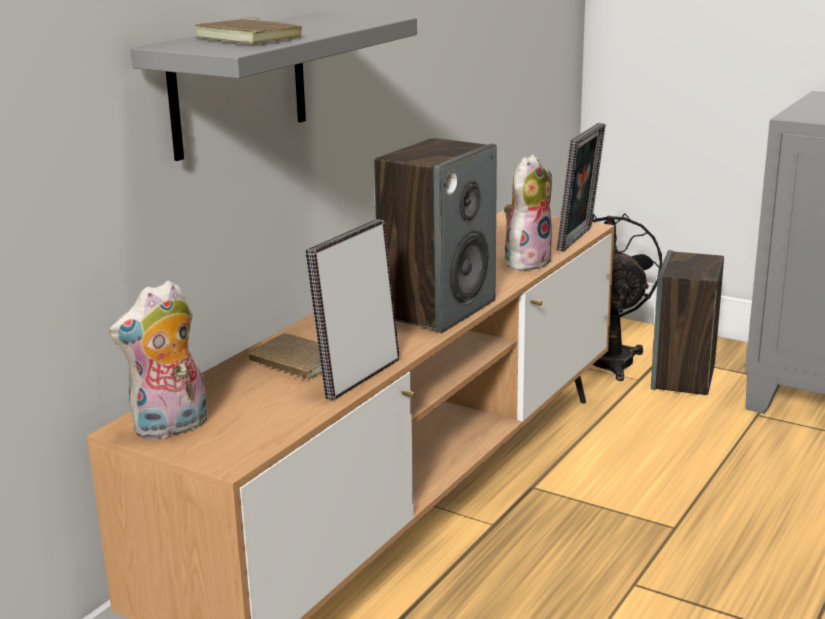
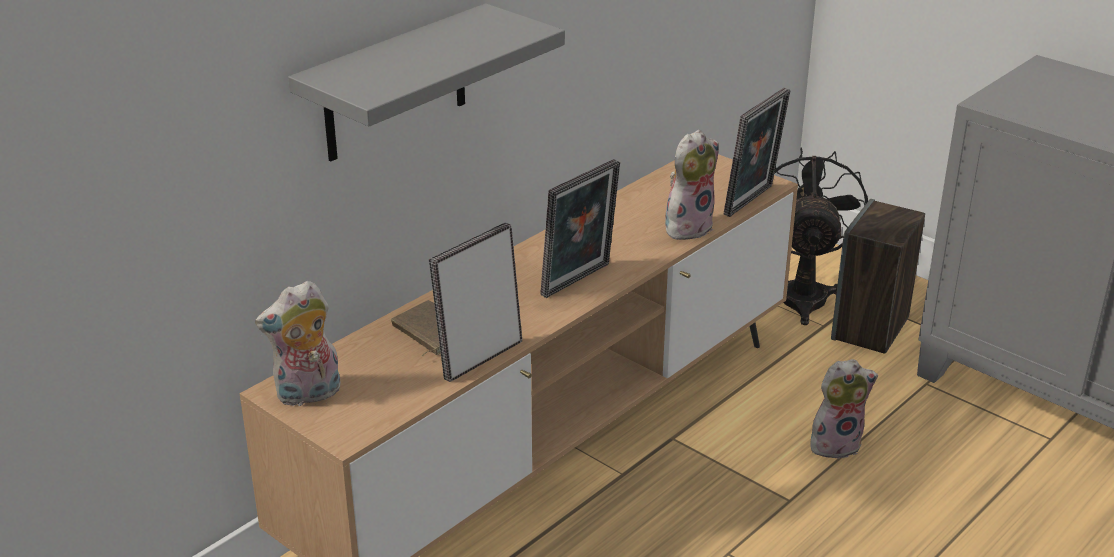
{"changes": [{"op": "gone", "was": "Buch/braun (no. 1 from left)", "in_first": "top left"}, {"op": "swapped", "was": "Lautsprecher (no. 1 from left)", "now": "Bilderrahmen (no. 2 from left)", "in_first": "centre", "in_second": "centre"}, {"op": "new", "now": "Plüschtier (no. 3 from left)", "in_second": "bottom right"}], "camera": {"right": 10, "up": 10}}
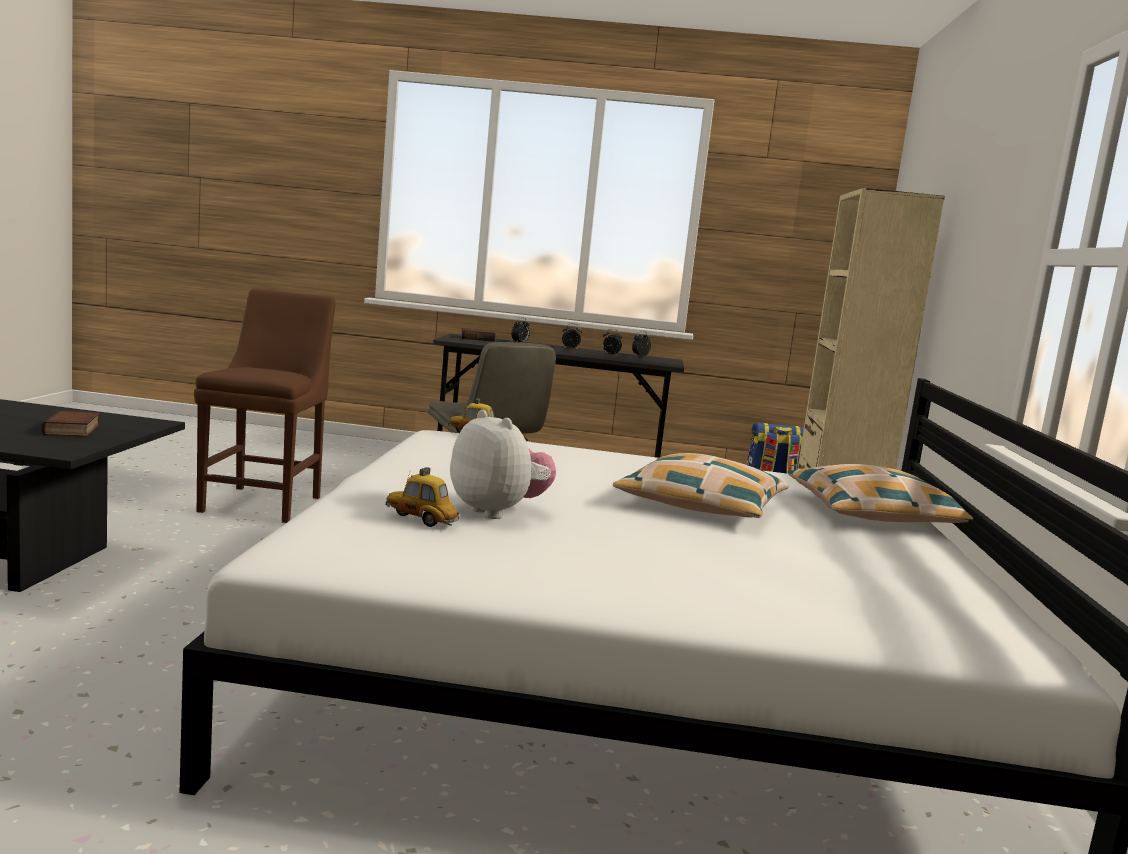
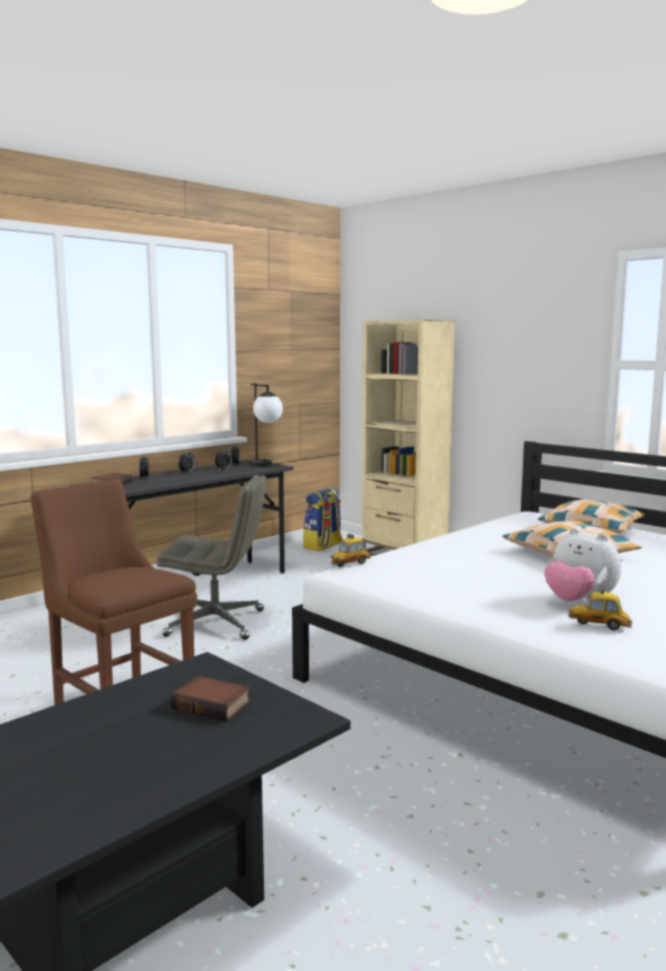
{"changes": [{"op": "rotated", "was": "Plüschtier", "in_first": "centre", "in_second": "middle right", "clockwise": -135}, {"op": "rotated", "was": "Spielzeugauto (no. 1 from left in the first image)", "in_first": "centre", "in_second": "middle right", "clockwise": 45}, {"op": "new", "now": "Tischlampe", "in_second": "centre"}], "camera": {"right": -50, "up": 0}}
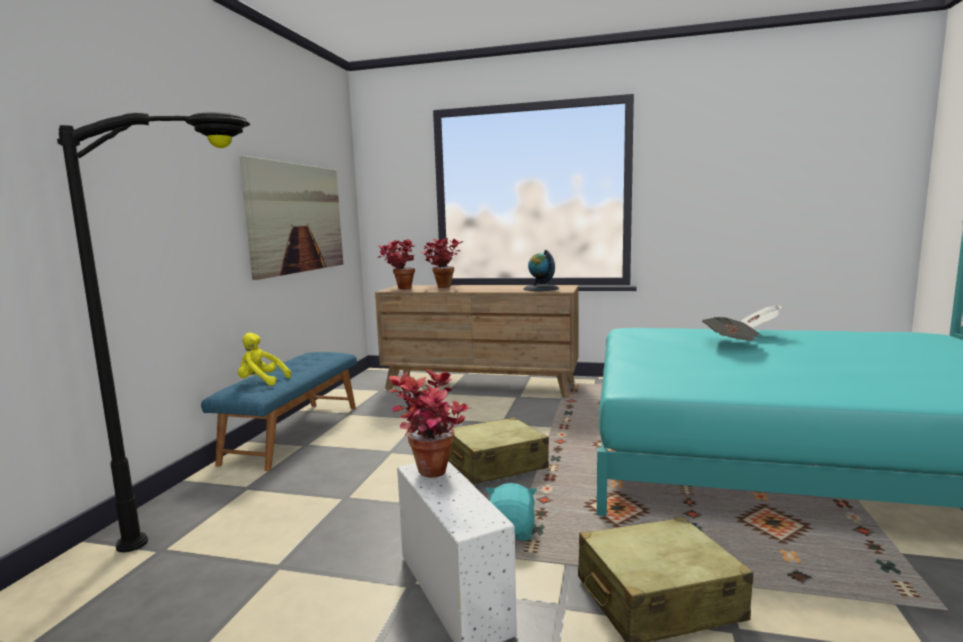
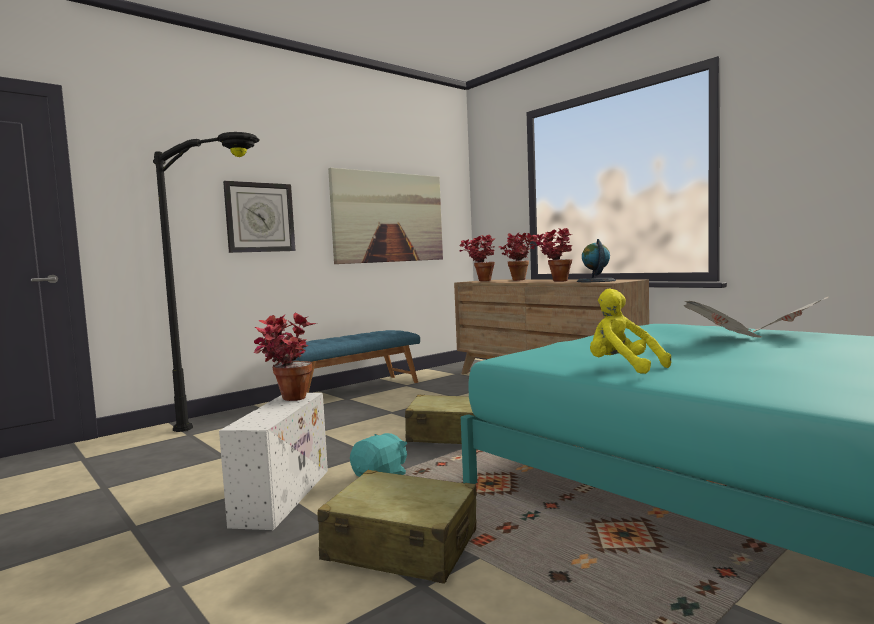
{"changes": [{"op": "shifted", "was": "Plüschtier/gelb", "in_first": "middle left", "in_second": "middle right"}, {"op": "new", "now": "Wanduhr", "in_second": "middle left"}, {"op": "new", "now": "Topfpflanze (no. 4 from left)", "in_second": "centre"}], "camera": {"right": 35, "up": -5}}
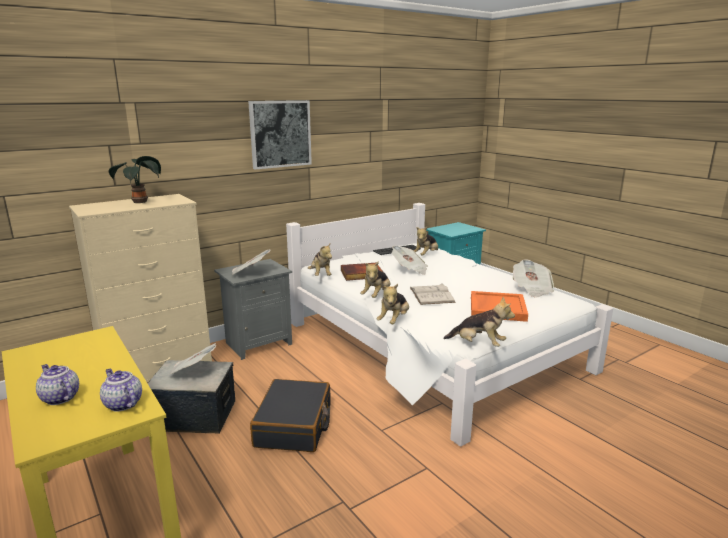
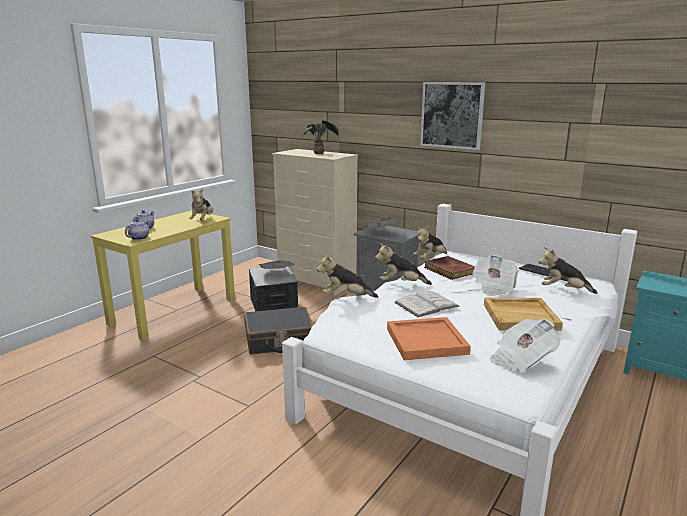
{"changes": [{"op": "shifted", "was": "Plüschtier (no. 5 from left in the first image)", "now": "Plüschtier (no. 1 from left)", "in_first": "centre", "in_second": "middle left"}, {"op": "new", "now": "Tablett/beige", "in_second": "middle right"}], "camera": {"right": 70, "up": 0}}
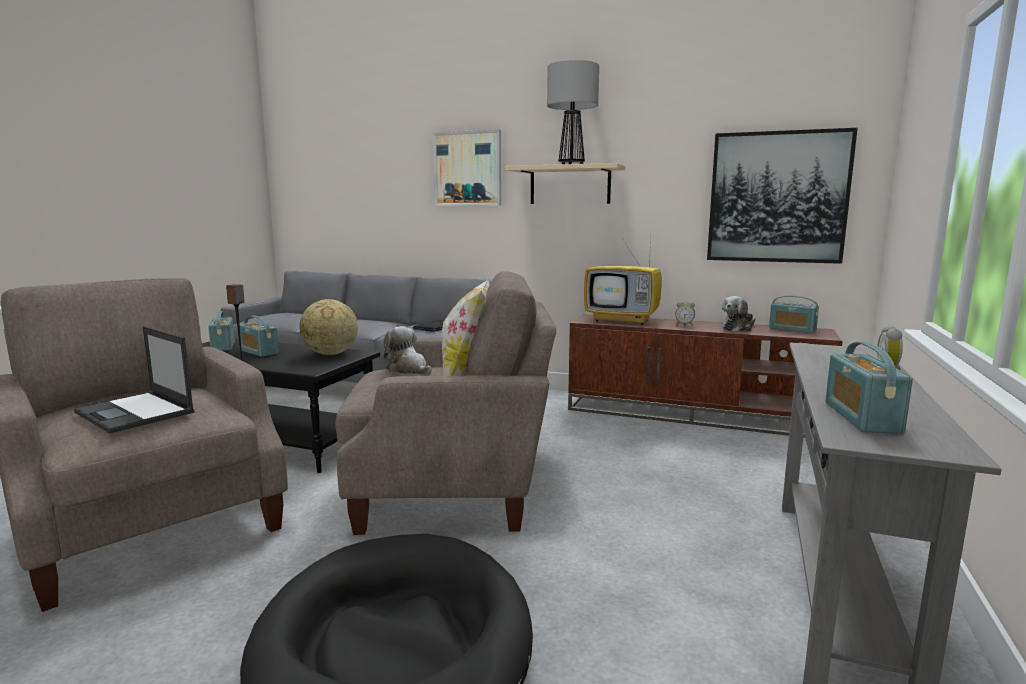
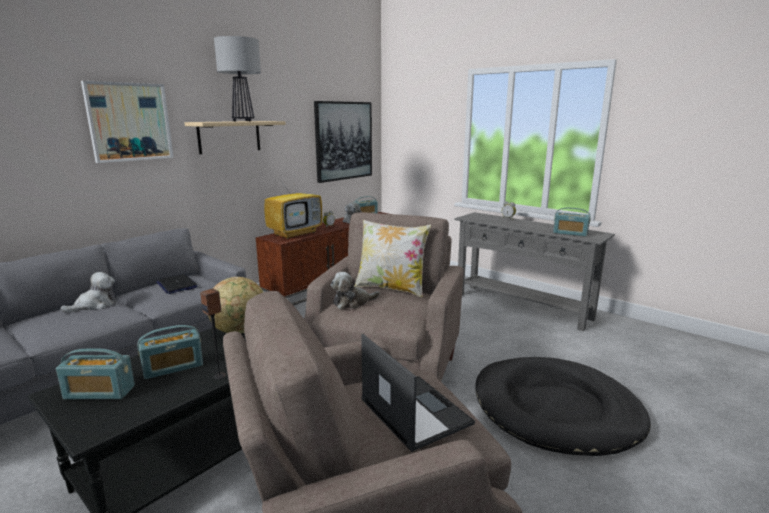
{"changes": [{"op": "rotated", "was": "Laptop (no. 1 from left in the first image)", "in_first": "middle left", "in_second": "bottom centre", "clockwise": -90}, {"op": "new", "now": "Plüschtier (no. 1 from left)", "in_second": "middle left"}], "camera": {"right": -70, "up": 5}}
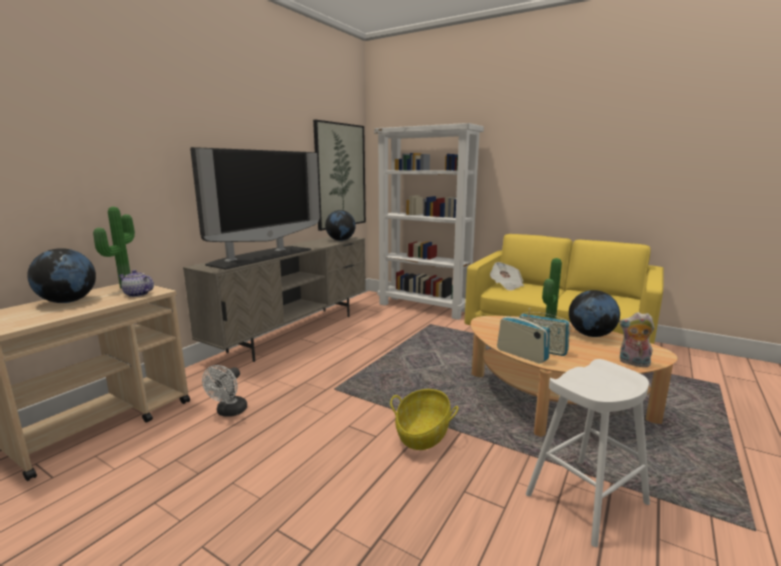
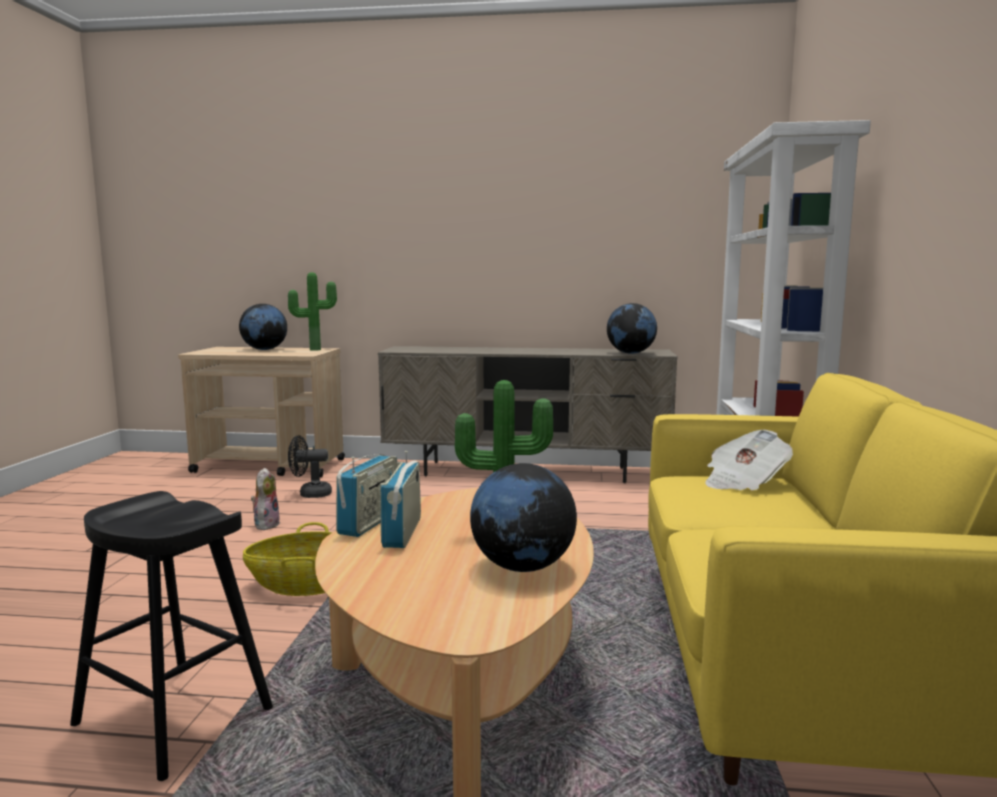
{"changes": [{"op": "gone", "was": "Bild", "in_first": "top centre"}, {"op": "gone", "was": "Fernseher", "in_first": "middle left"}, {"op": "gone", "was": "Teekanne", "in_first": "middle left"}, {"op": "shifted", "was": "Plüschtier", "in_first": "middle right", "in_second": "middle left"}, {"op": "repainted", "was": "Hocker/weiß", "now": "Hocker/schwarz", "in_first": "bottom right", "in_second": "bottom left"}, {"op": "repainted", "was": "Ventilator/weiß", "now": "Ventilator/schwarz", "in_first": "bottom left", "in_second": "middle left"}], "camera": {"right": 65, "up": -5}}
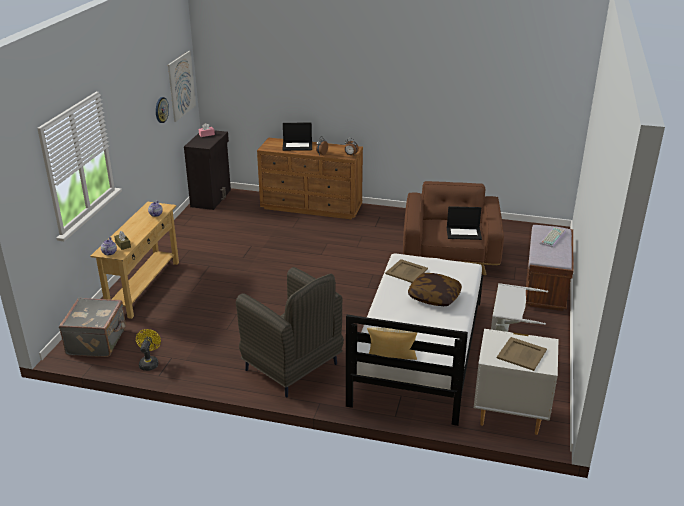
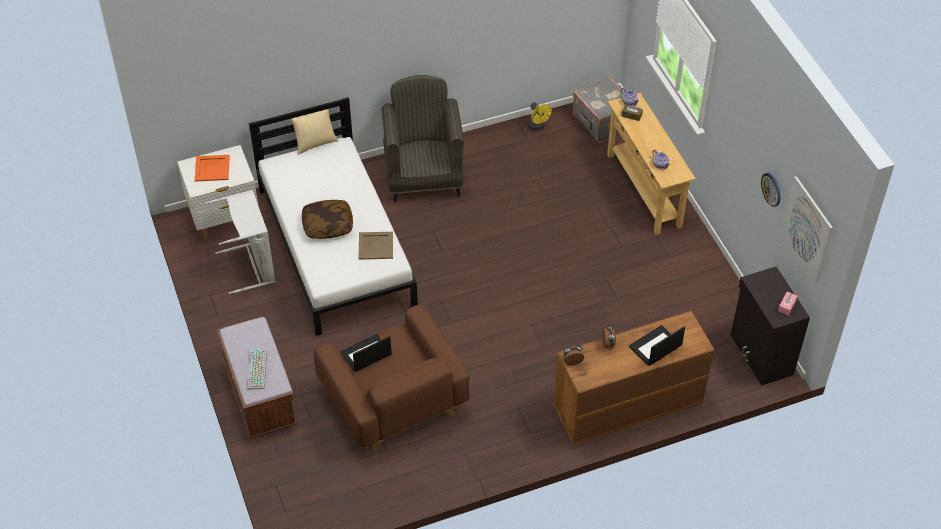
{"changes": [{"op": "rotated", "was": "Sessel/grau", "in_first": "centre", "in_second": "top centre", "clockwise": 75}, {"op": "repainted", "was": "Tablett/beige (no. 2 from left)", "now": "Tablett/orange", "in_first": "bottom right", "in_second": "top left"}], "camera": {"right": 145, "up": 20}}
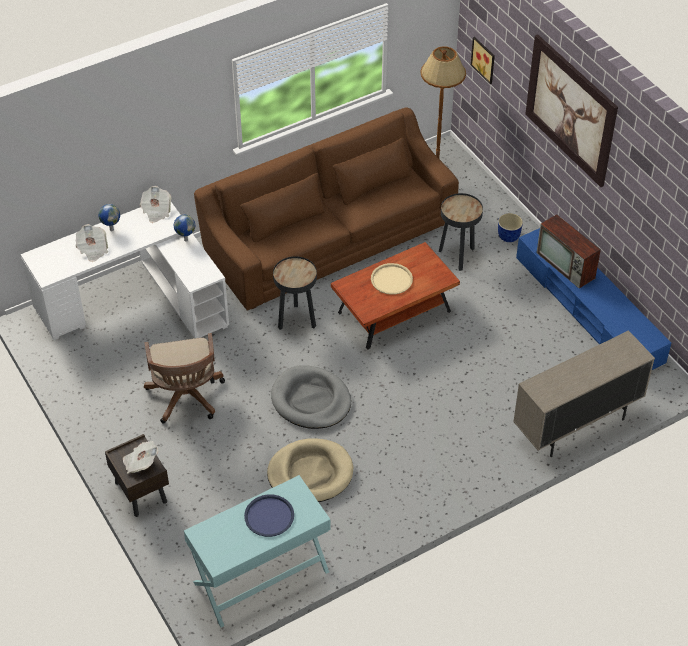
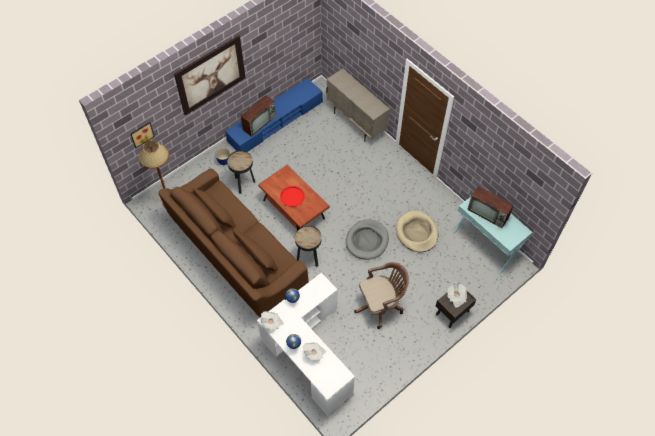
{"changes": [{"op": "repainted", "was": "Tablett/beige", "now": "Tablett/rot", "in_first": "centre", "in_second": "centre"}, {"op": "swapped", "was": "Tablett/blau", "now": "Fernseher (no. 2 from left)", "in_first": "bottom centre", "in_second": "middle right"}], "camera": {"right": -100, "up": 10}}
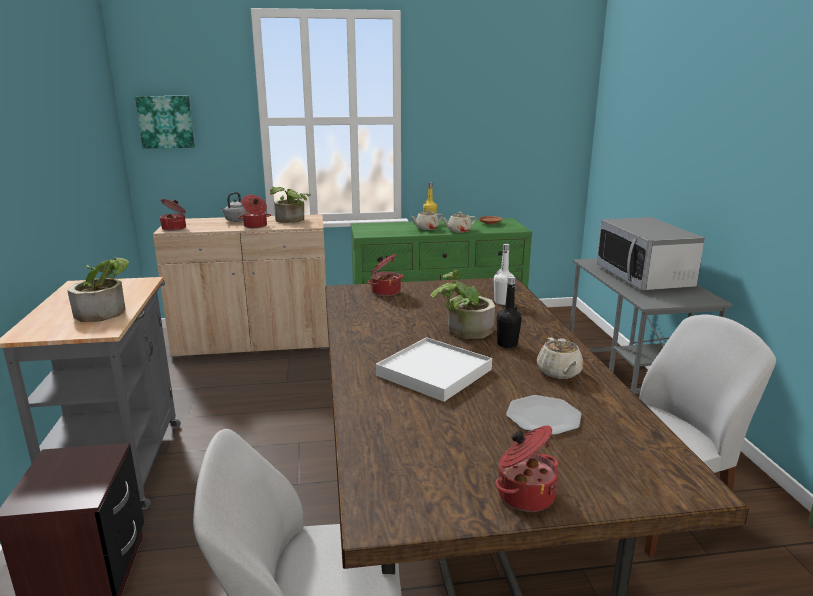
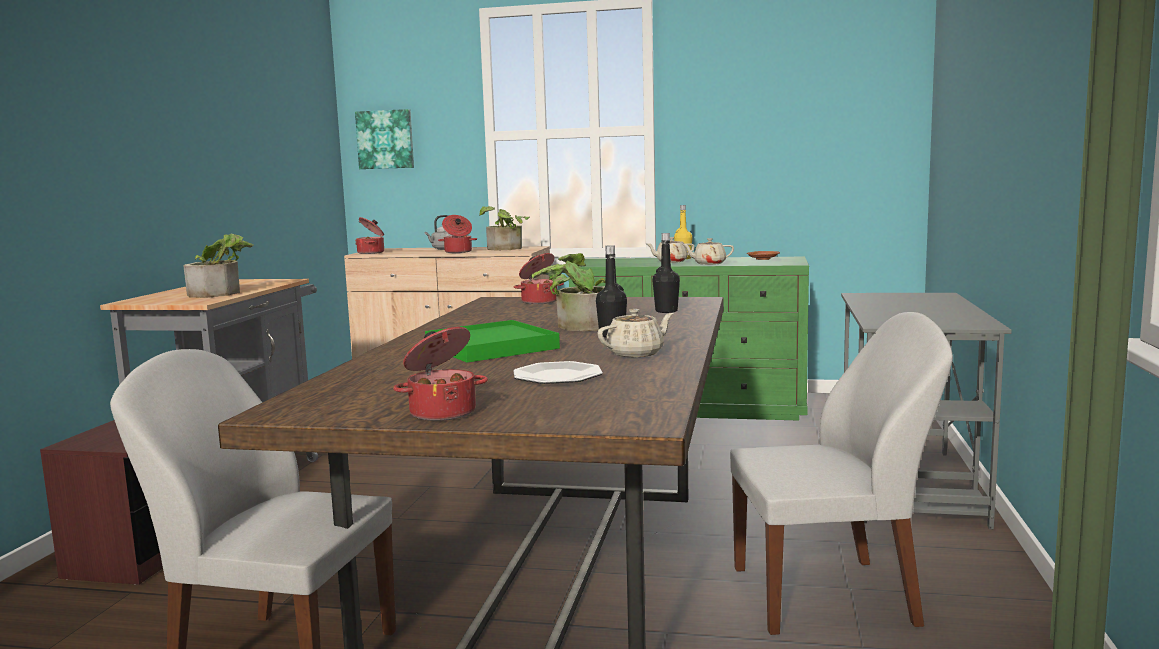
{"changes": [{"op": "gone", "was": "Mikrowelle", "in_first": "middle right"}, {"op": "repainted", "was": "Flasche/weiß", "now": "Flasche/schwarz (no. 2 from left)", "in_first": "centre", "in_second": "centre"}, {"op": "repainted", "was": "Tablett/weiß", "now": "Tablett/grün", "in_first": "centre", "in_second": "centre"}, {"op": "rotated", "was": "Teekanne/beige (no. 3 from left in the first image)", "in_first": "middle right", "in_second": "centre", "clockwise": -135}], "camera": {"right": 20, "up": -10}}
